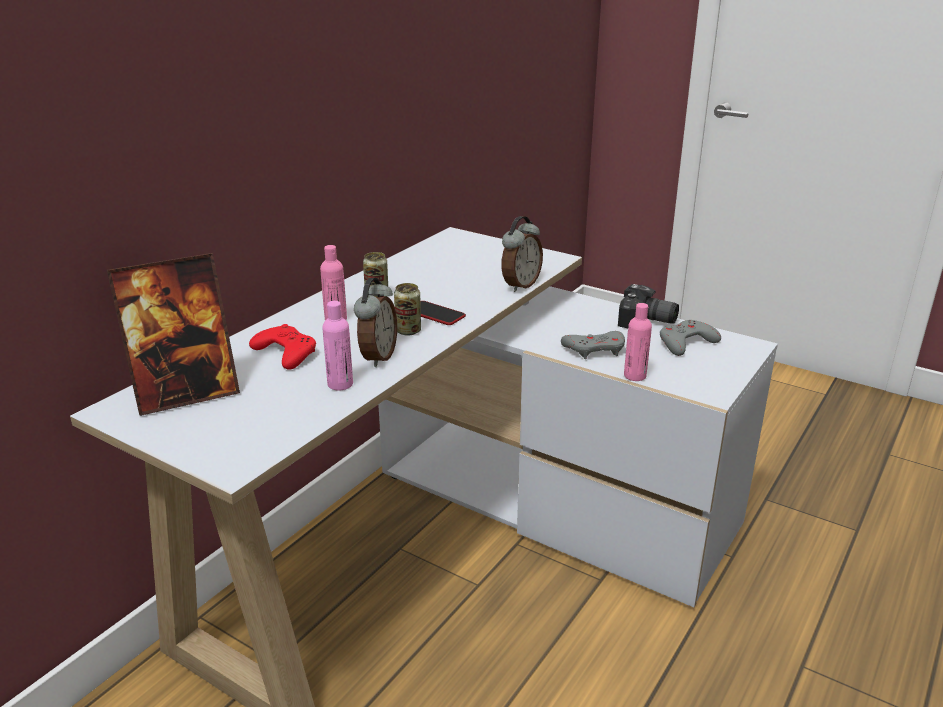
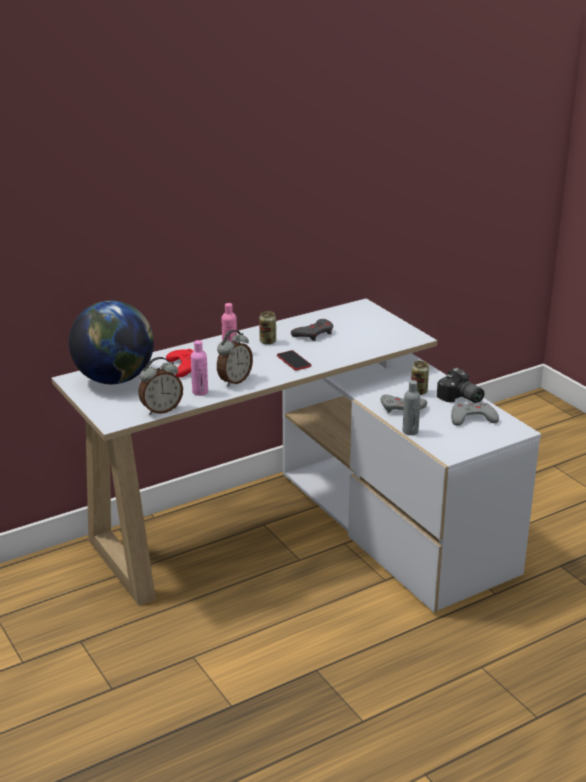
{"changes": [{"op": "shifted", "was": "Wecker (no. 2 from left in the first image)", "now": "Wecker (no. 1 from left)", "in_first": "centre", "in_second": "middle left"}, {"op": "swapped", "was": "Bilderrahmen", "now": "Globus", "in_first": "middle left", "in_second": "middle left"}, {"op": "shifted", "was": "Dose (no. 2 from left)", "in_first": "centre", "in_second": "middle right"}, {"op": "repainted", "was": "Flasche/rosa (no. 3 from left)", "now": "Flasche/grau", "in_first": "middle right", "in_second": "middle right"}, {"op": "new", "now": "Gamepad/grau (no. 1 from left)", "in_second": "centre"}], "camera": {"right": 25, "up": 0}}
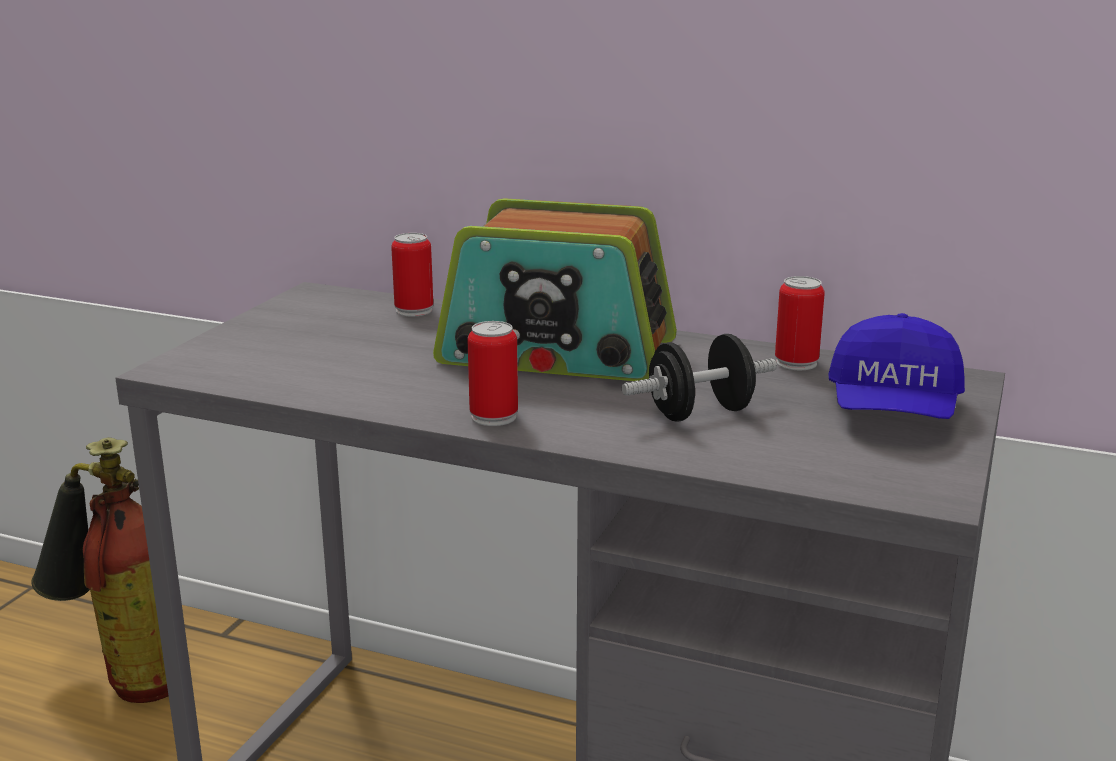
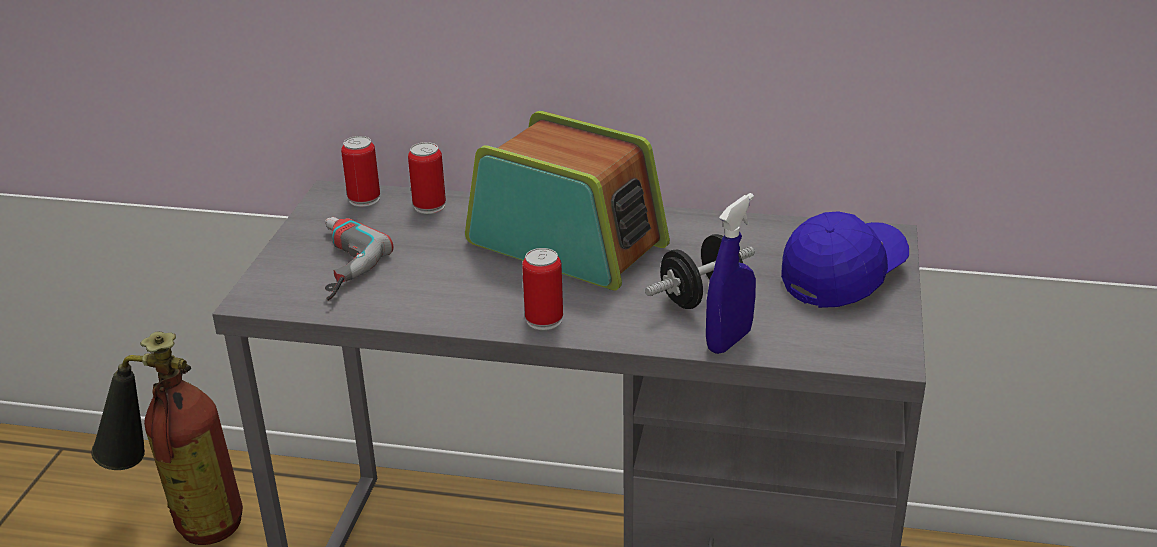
{"changes": [{"op": "rotated", "was": "Radio", "in_first": "centre", "in_second": "centre", "clockwise": -150}, {"op": "shifted", "was": "Dose (no. 3 from left in the first image)", "now": "Dose (no. 1 from left)", "in_first": "middle right", "in_second": "top left"}, {"op": "rotated", "was": "Kappe/blau", "in_first": "middle right", "in_second": "middle right", "clockwise": -135}, {"op": "new", "now": "Sprühflasche/blau", "in_second": "centre"}, {"op": "new", "now": "Bohrmaschine", "in_second": "middle left"}], "camera": {"right": -10, "up": 10}}
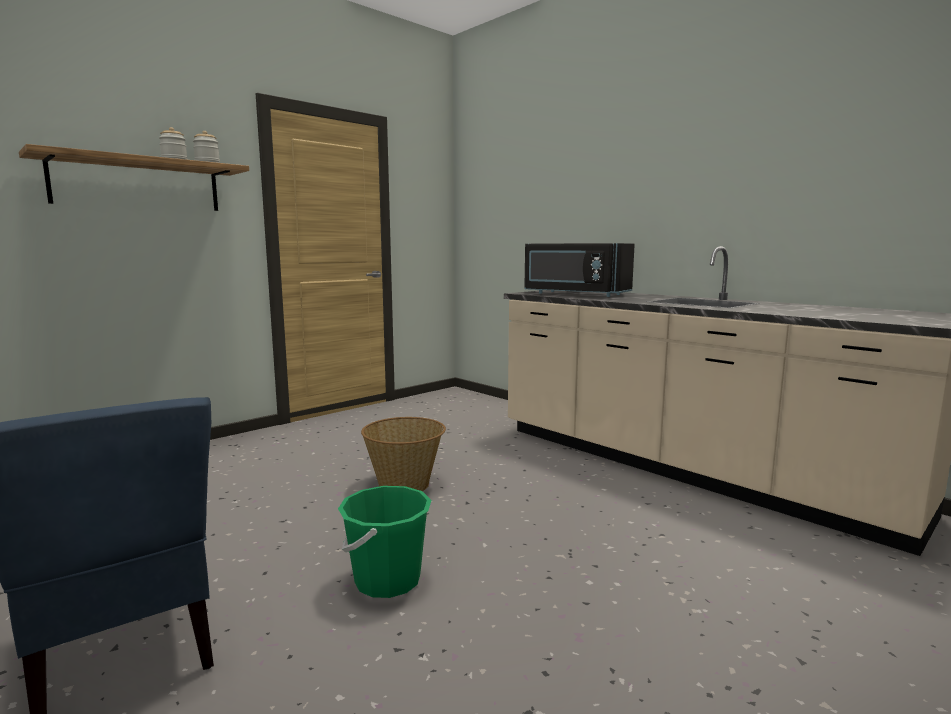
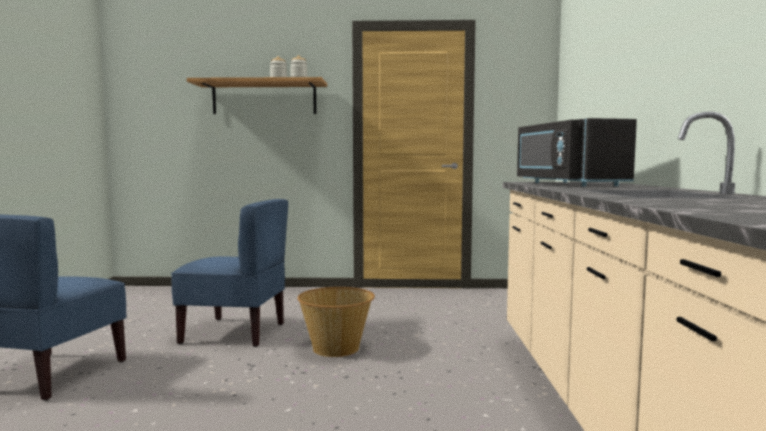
{"changes": [{"op": "gone", "was": "Eimer/grün", "in_first": "bottom centre"}, {"op": "new", "now": "Stuhl/blau (no. 2 from left)", "in_second": "middle left"}], "camera": {"right": 45, "up": -5}}
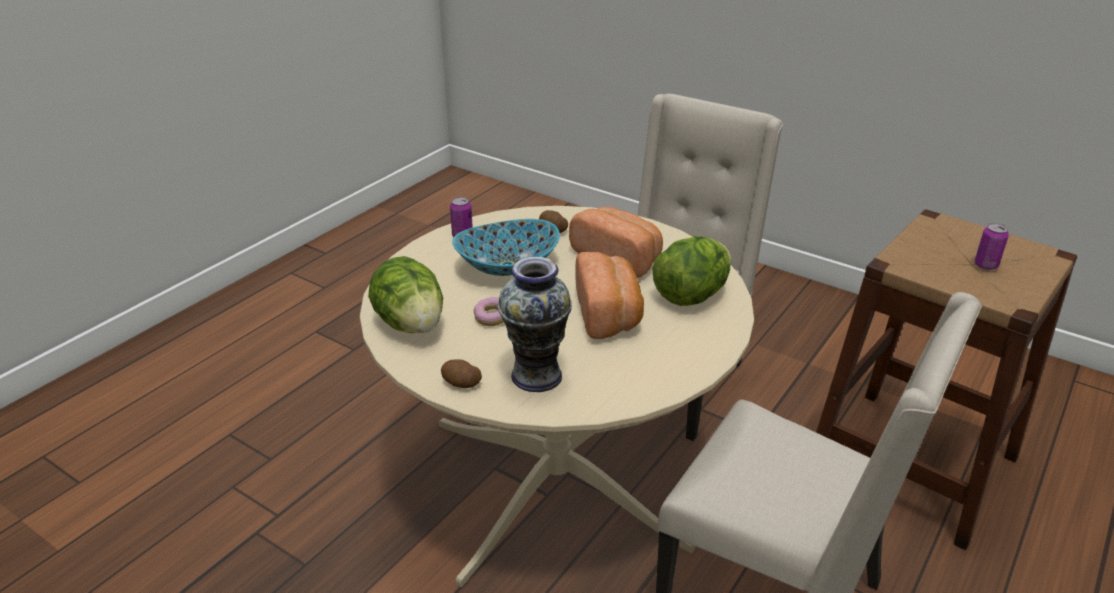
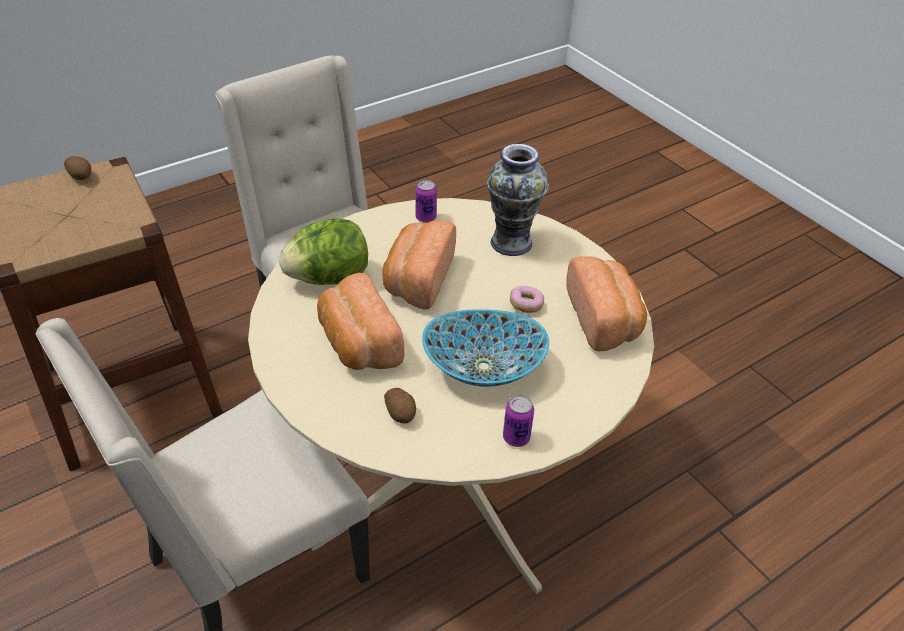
{"changes": [{"op": "shifted", "was": "Dose (no. 2 from left in the first image)", "now": "Dose (no. 1 from left)", "in_first": "middle right", "in_second": "top centre"}, {"op": "swapped", "was": "Salatkopf (no. 1 from left)", "now": "Brot (no. 3 from left)", "in_first": "centre", "in_second": "middle right"}, {"op": "shifted", "was": "Kartoffel (no. 1 from left)", "in_first": "centre", "in_second": "top left"}], "camera": {"right": -160, "up": 10}}
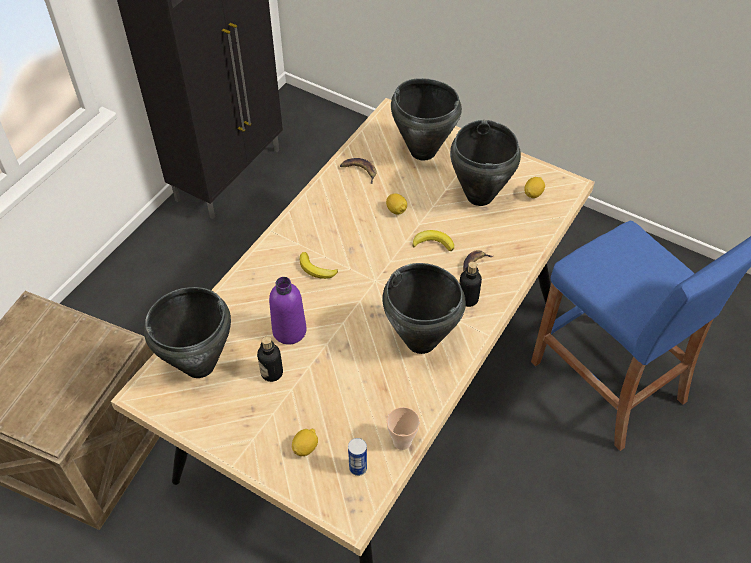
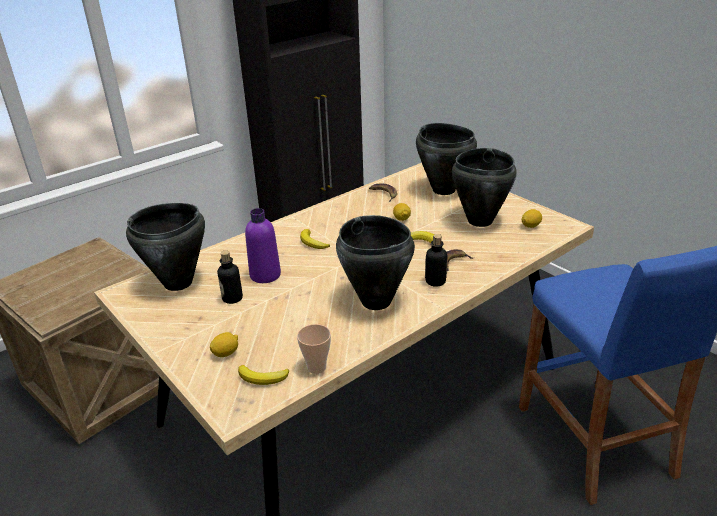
{"changes": [{"op": "swapped", "was": "Dose", "now": "Banane (no. 1 from left)", "in_first": "bottom centre", "in_second": "bottom centre"}], "camera": {"right": 20, "up": -20}}
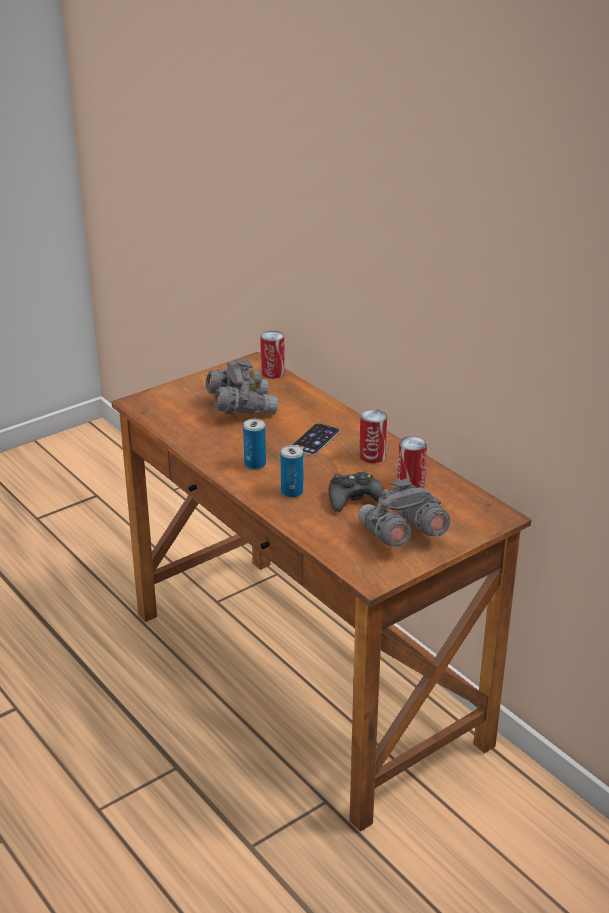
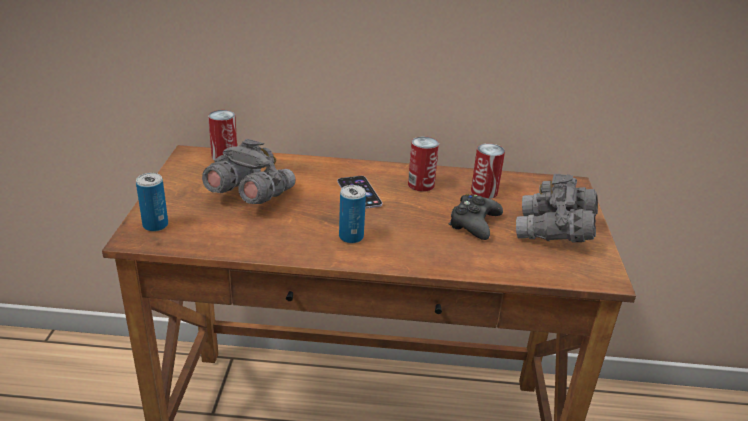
{"changes": [{"op": "shifted", "was": "Dose (no. 3 from left in the first image)", "now": "Dose (no. 1 from left)", "in_first": "centre", "in_second": "middle left"}], "camera": {"right": -50, "up": 0}}
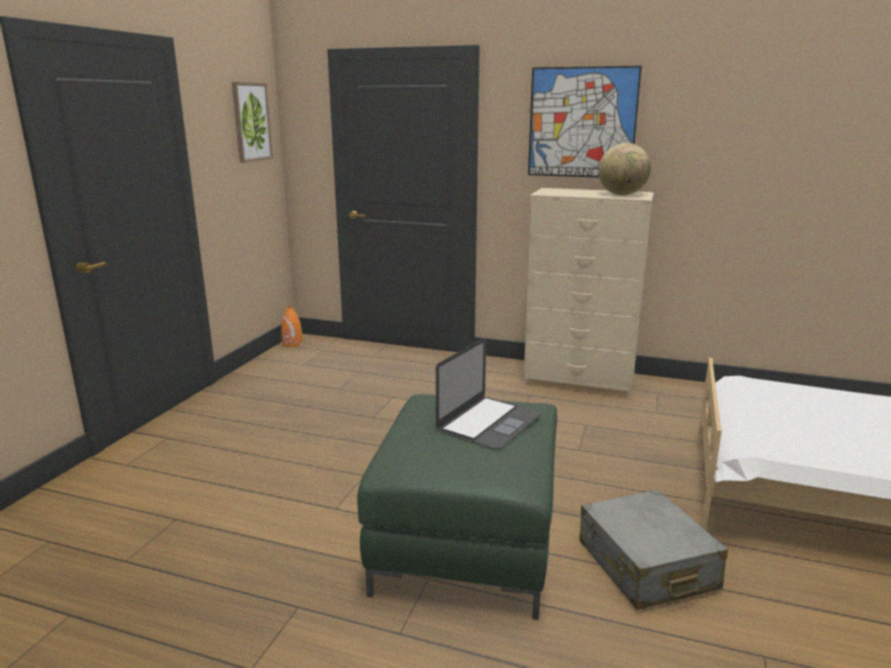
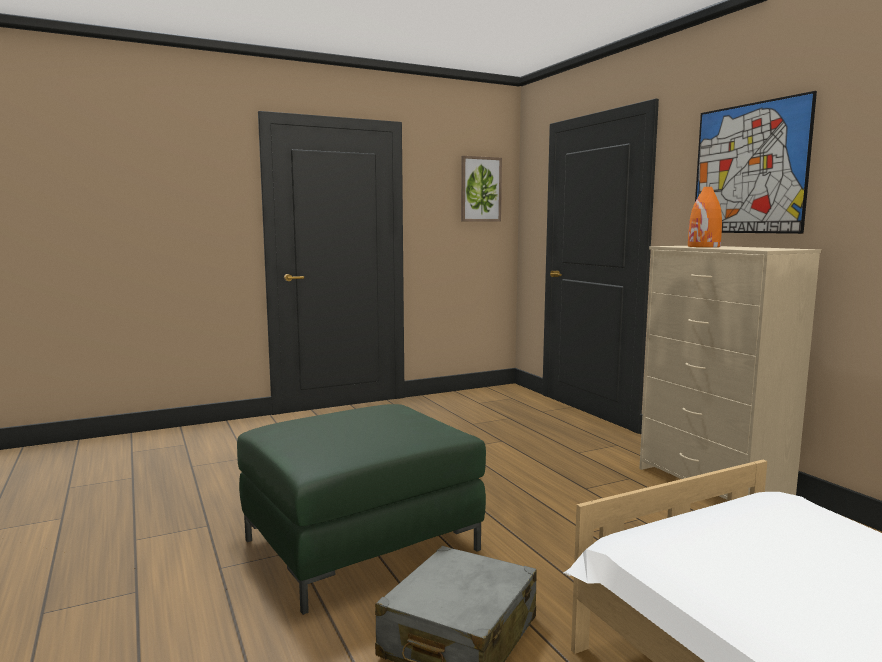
{"changes": [{"op": "gone", "was": "Globus", "in_first": "top right"}, {"op": "shifted", "was": "Vase/orange", "in_first": "middle left", "in_second": "top right"}, {"op": "gone", "was": "Laptop", "in_first": "centre"}], "camera": {"right": 45, "up": -10}}
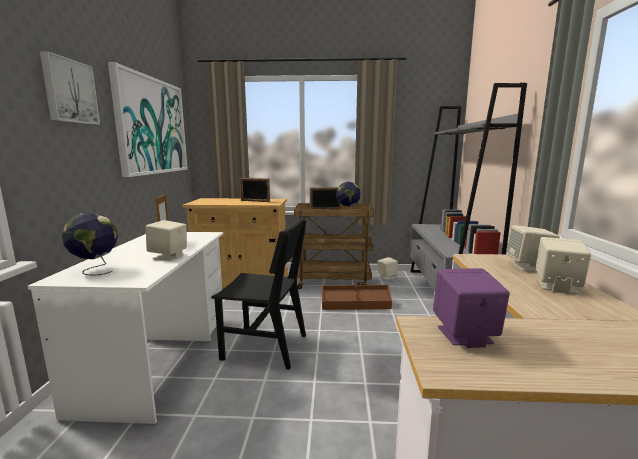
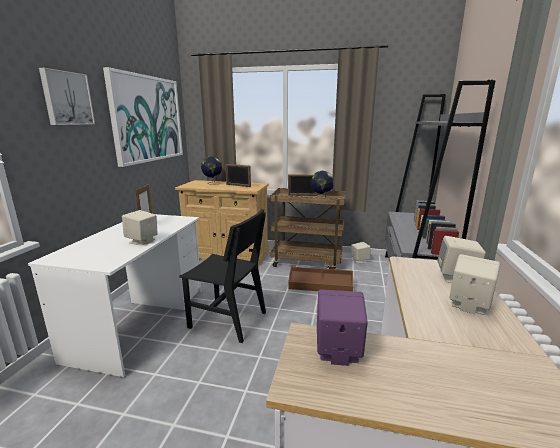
{"changes": [{"op": "shifted", "was": "Globus (no. 1 from left)", "in_first": "middle left", "in_second": "centre"}], "camera": {"right": 10, "up": 5}}
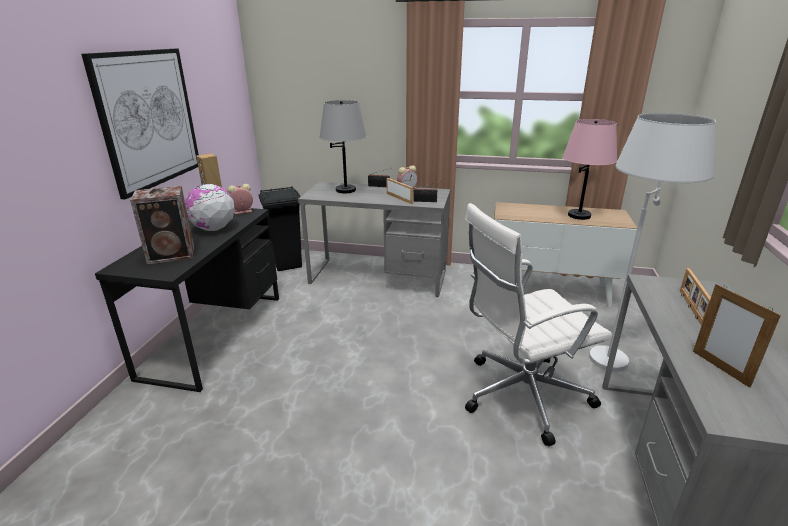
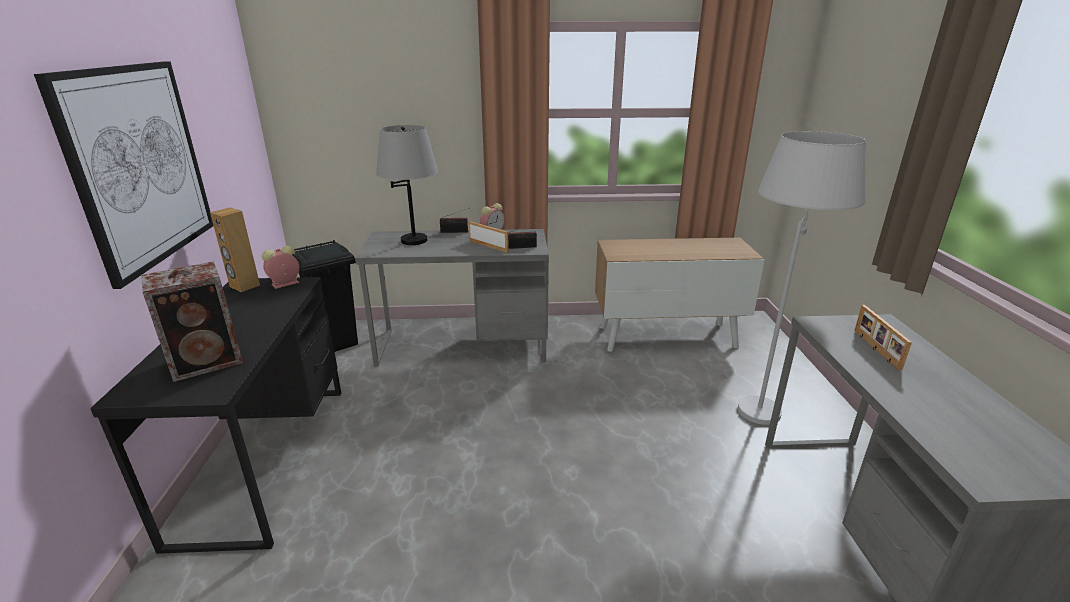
{"changes": [{"op": "gone", "was": "Tischlampe/rosa", "in_first": "top right"}, {"op": "gone", "was": "Globus", "in_first": "middle left"}, {"op": "gone", "was": "Bürostuhl/weiß", "in_first": "middle right"}, {"op": "gone", "was": "Bilderrahmen (no. 3 from left)", "in_first": "middle right"}], "camera": {"right": -15, "up": 0}}
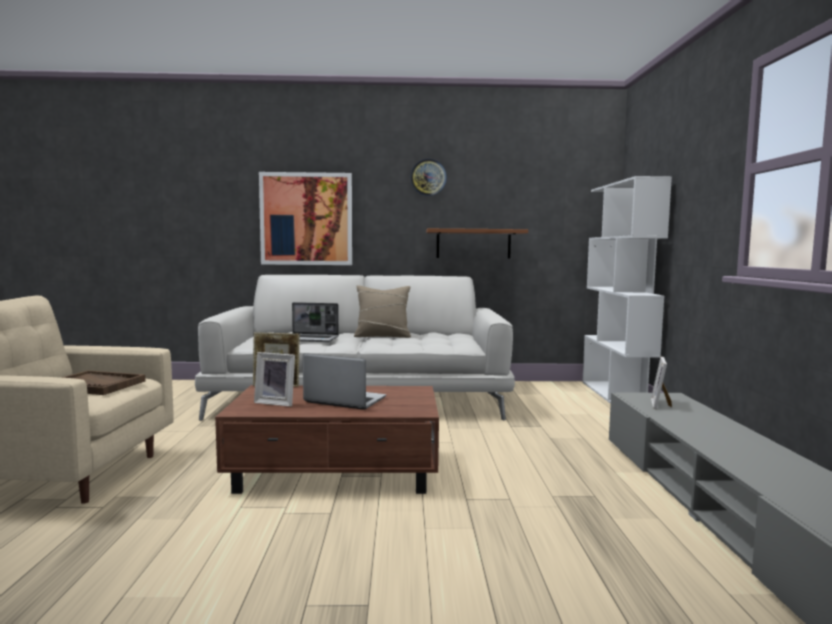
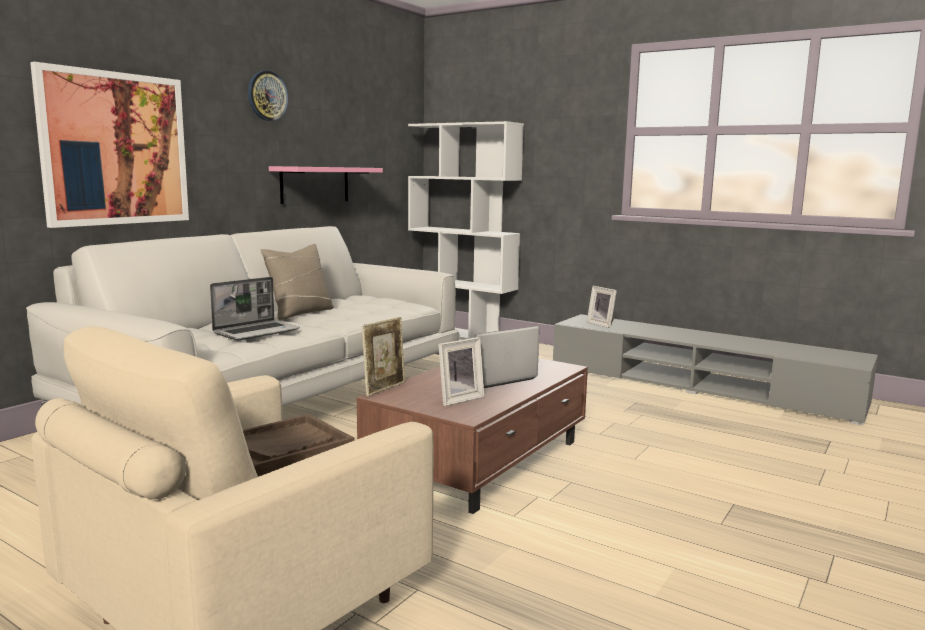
{"changes": [{"op": "repainted", "was": "Wandregal/braun", "now": "Wandregal/rosa", "in_first": "centre", "in_second": "top centre"}], "camera": {"right": -55, "up": 5}}
